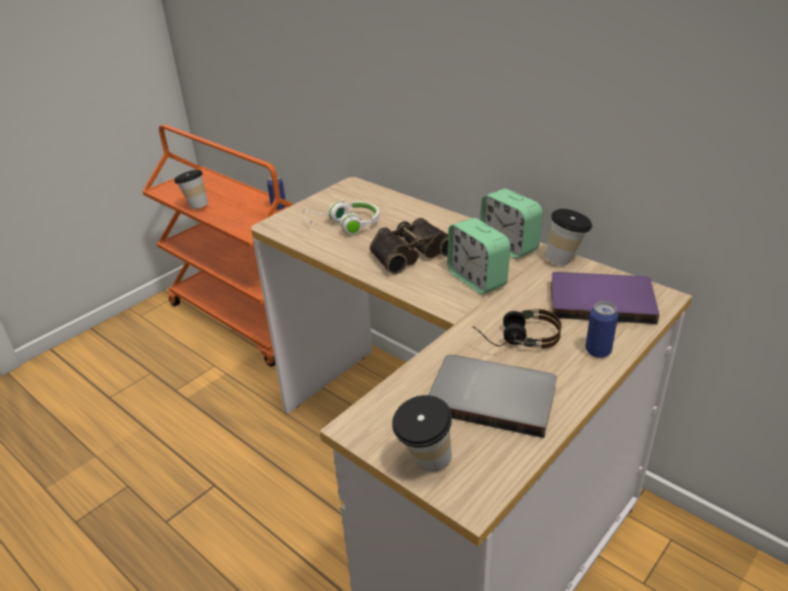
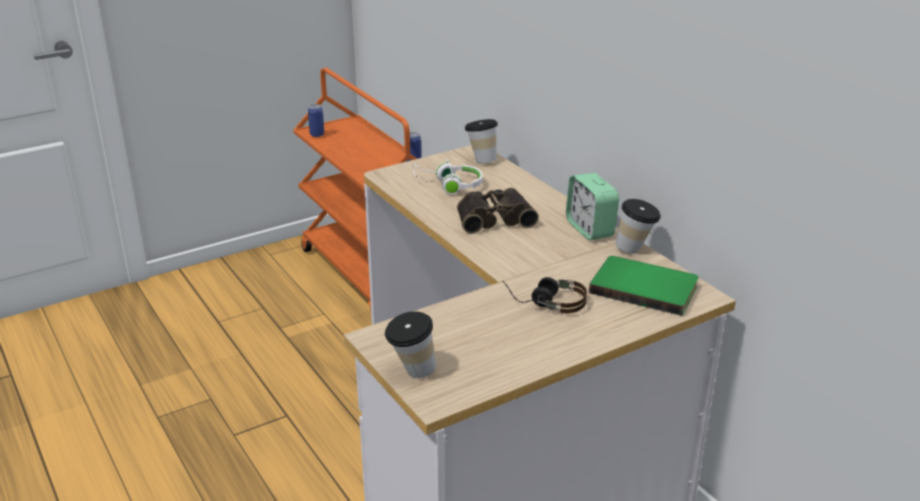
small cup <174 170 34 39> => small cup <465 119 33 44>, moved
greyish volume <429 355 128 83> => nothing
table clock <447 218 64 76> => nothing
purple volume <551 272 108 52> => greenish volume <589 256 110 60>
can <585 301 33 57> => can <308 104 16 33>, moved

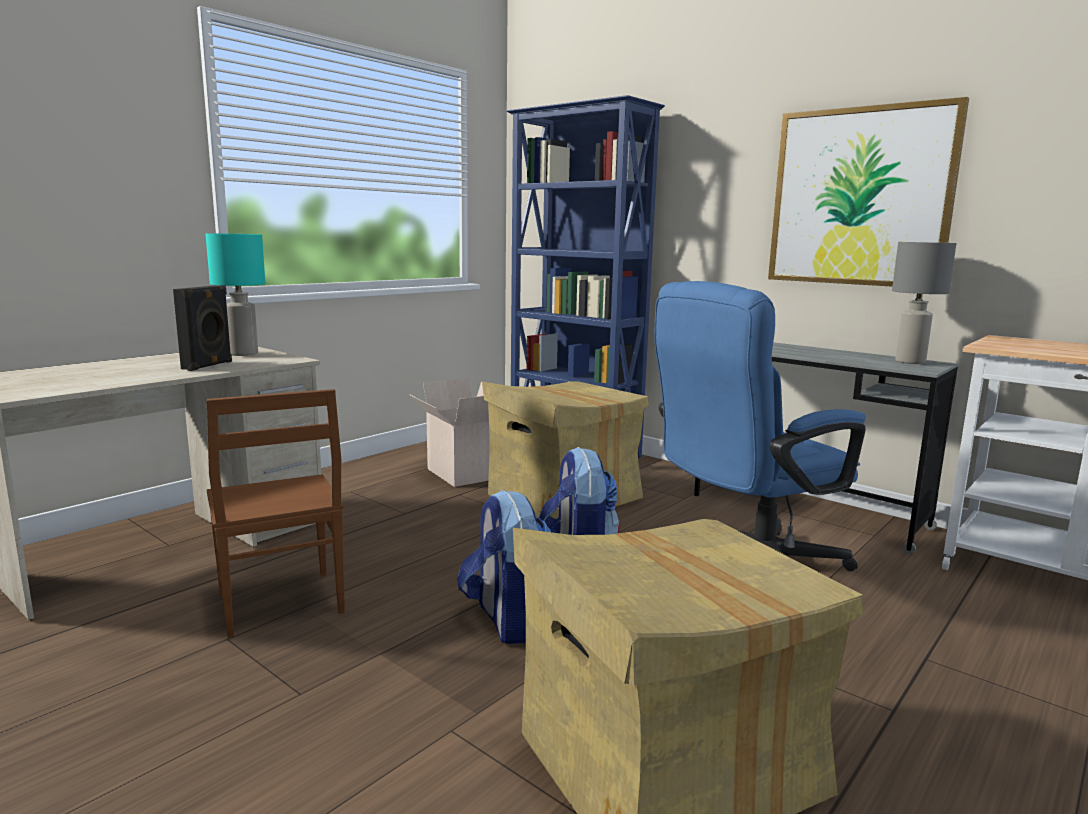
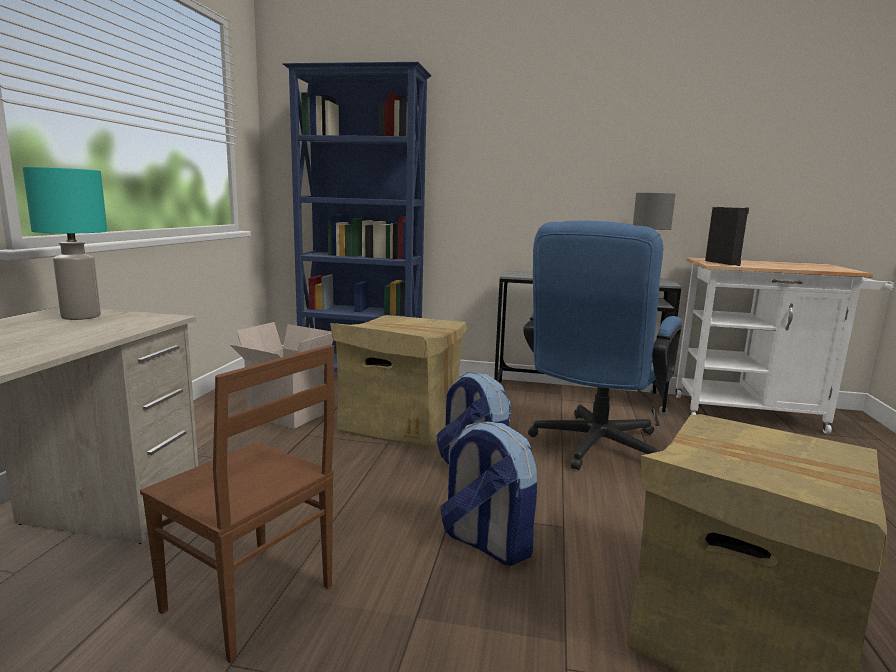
black speaker <173 285 59 86> => black speaker <705 207 44 59>, moved
wall art <768 97 201 190> => nothing

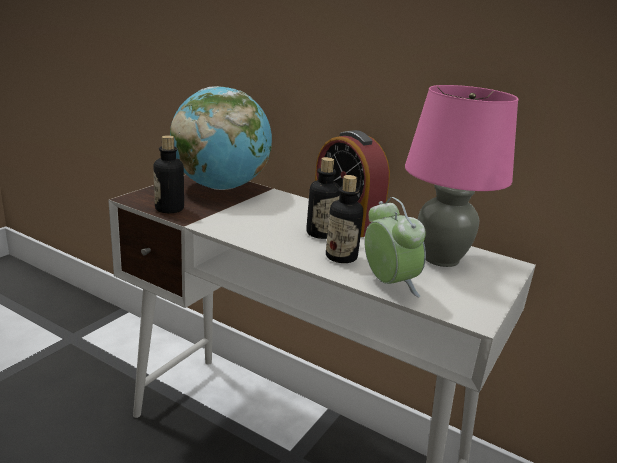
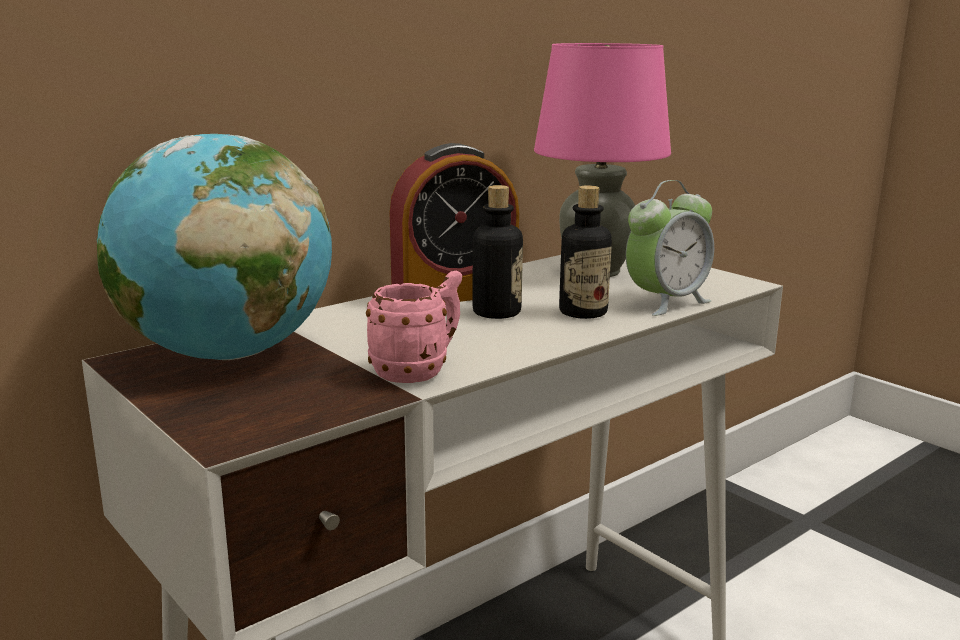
beverage bottle <153 135 31 78> => nothing
table clock <365 197 61 100> => table clock <626 180 88 136>, 150 degrees clockwise
nothing => pinkish tea mug <366 271 96 112>

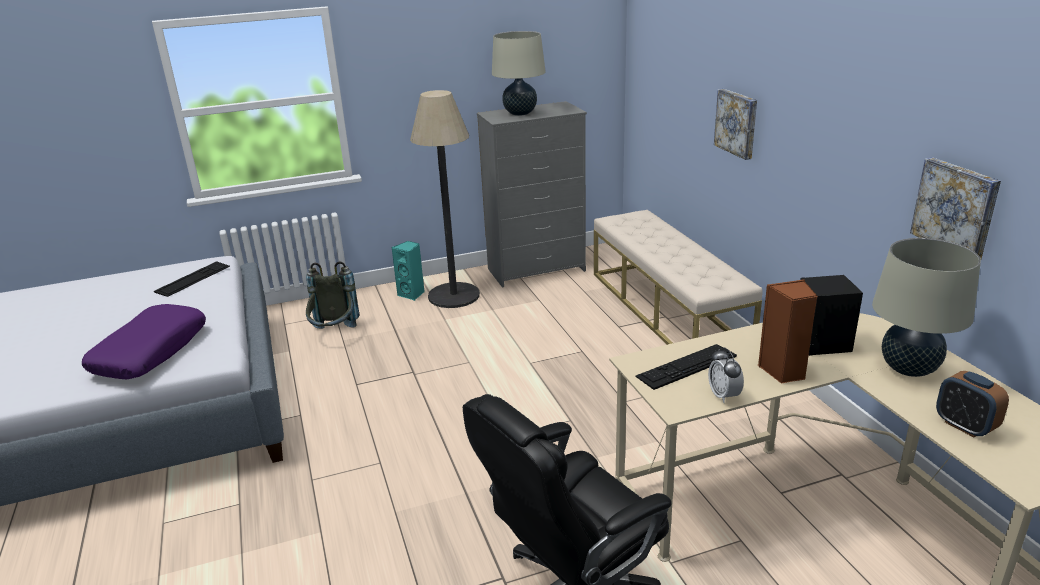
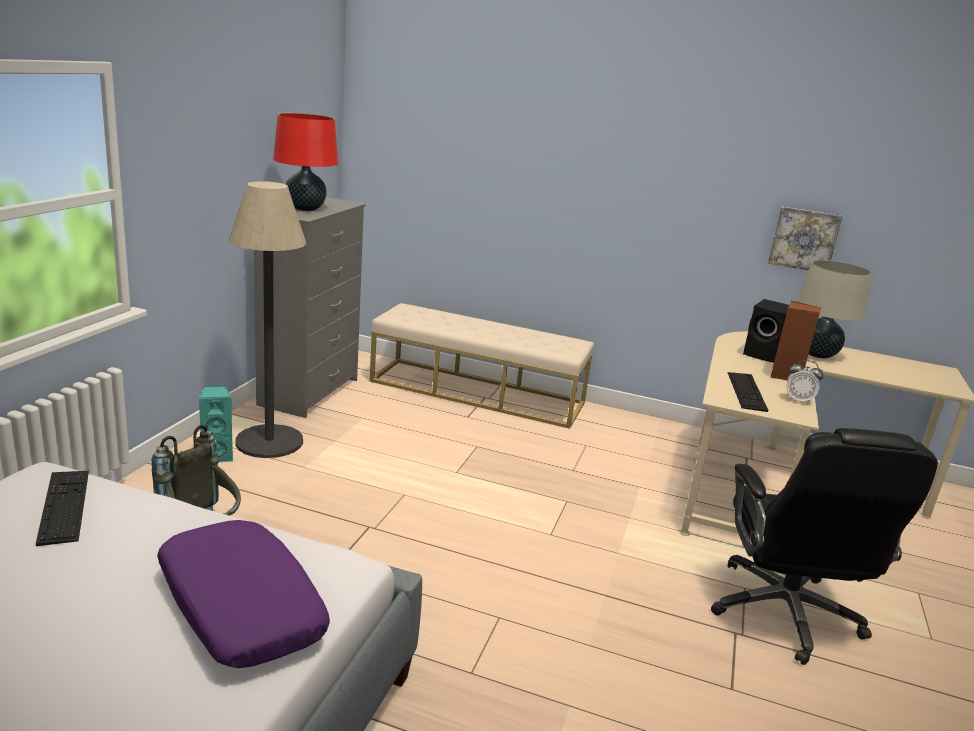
beige table lamp <492 31 54 85> => reddish table lamp <273 113 65 98>
wall art <714 89 43 71> => nothing
table clock <936 371 73 66> => nothing

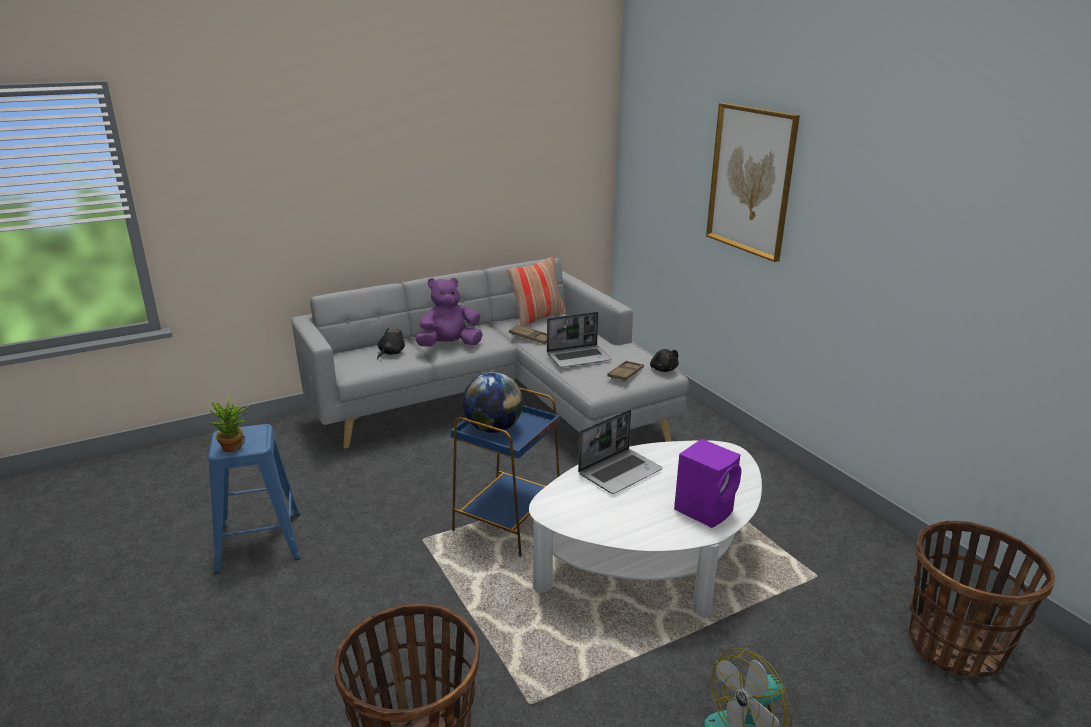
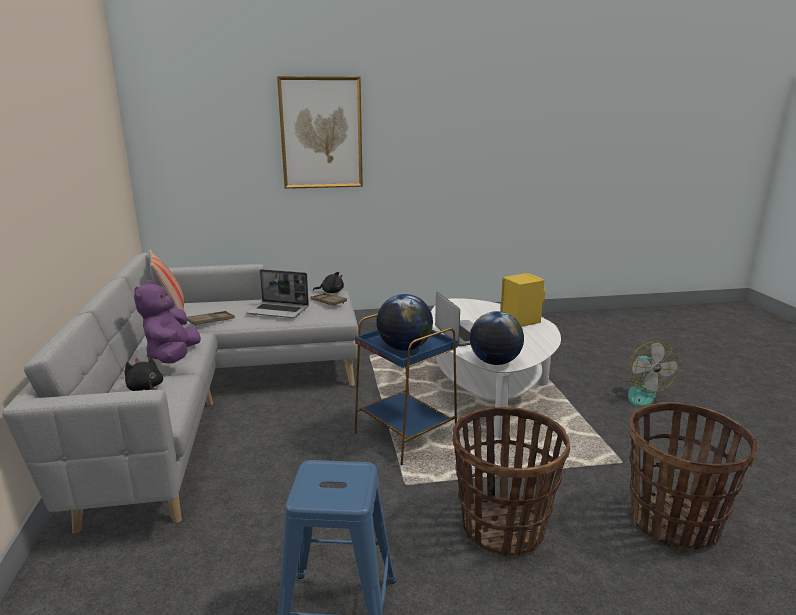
houseplant <209 395 41 57> => nothing
portable computer <547 312 65 56> => portable computer <246 269 63 49>, 105 degrees clockwise
purple speaker <674 439 67 89> => yellow-coloured speaker <500 273 45 54>
storage basket <909 521 146 157> => storage basket <453 407 117 150>, moved
nothing => globe <470 311 54 54>

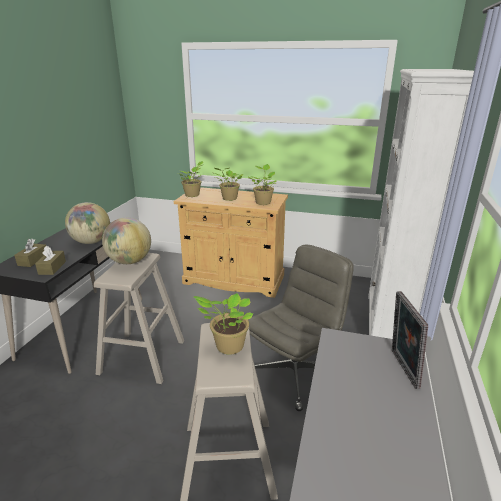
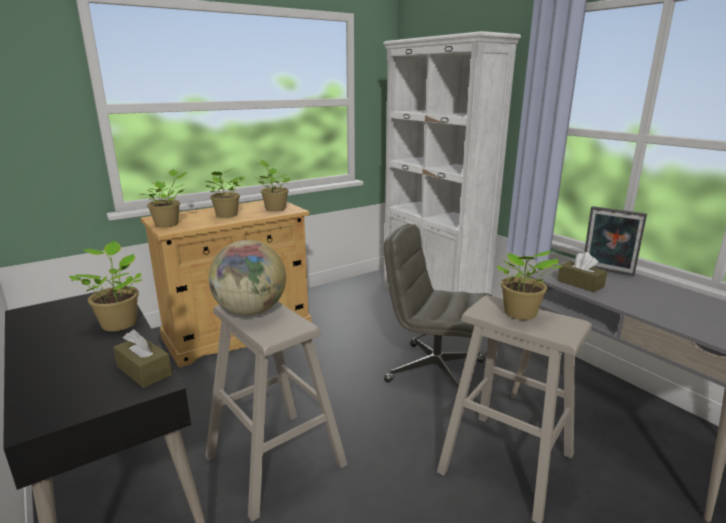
brown-coloured box of tissues <14 239 32 28> => brown-coloured box of tissues <557 252 50 40>, moved
globe <65 202 45 42> => houseplant <69 241 73 90>
greyish desk chair <248 245 106 166> => greyish desk chair <384 224 108 175>, 60 degrees counterclockwise

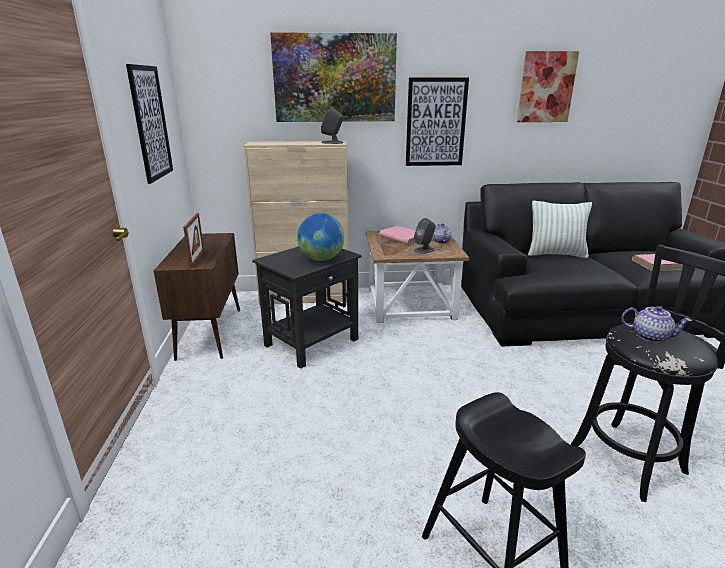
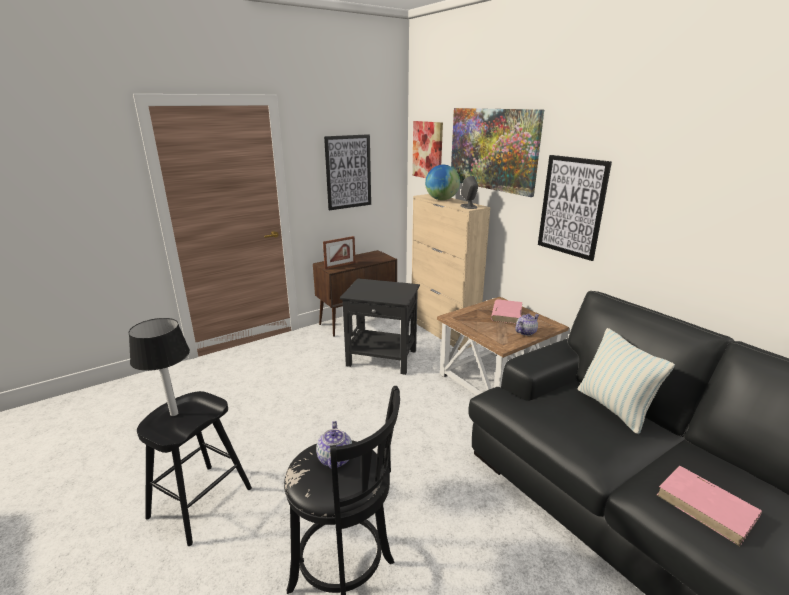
globe <297 213 48 48> => globe <425 165 35 35>, moved
greyish speaker <414 218 22 36> => nothing
wall art <517 51 62 71> => wall art <412 121 31 57>, moved
nothing => table lamp <129 318 61 98>

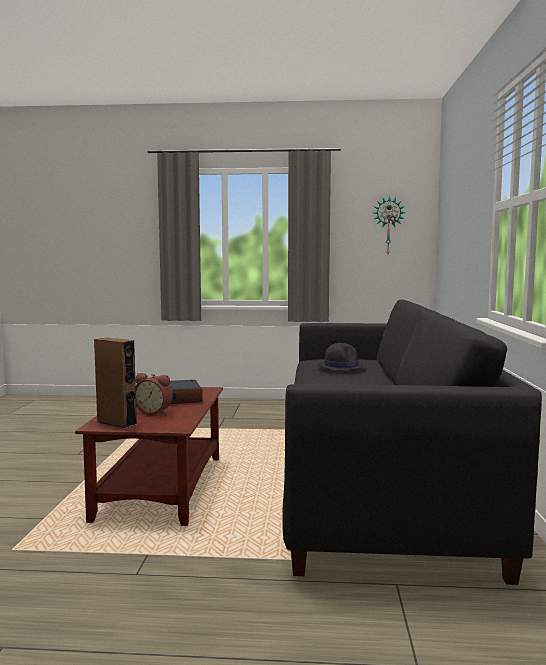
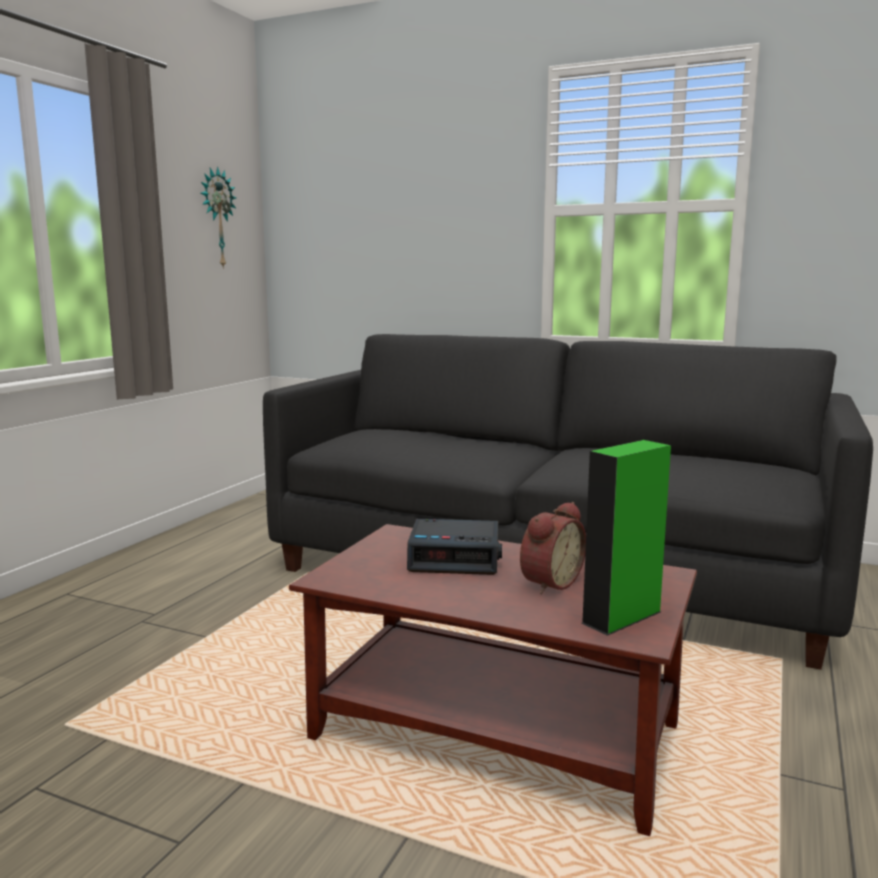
brown-coloured speaker <94 338 43 90> => greenish speaker <581 440 90 196>
black clothing hat <318 343 47 28> => nothing

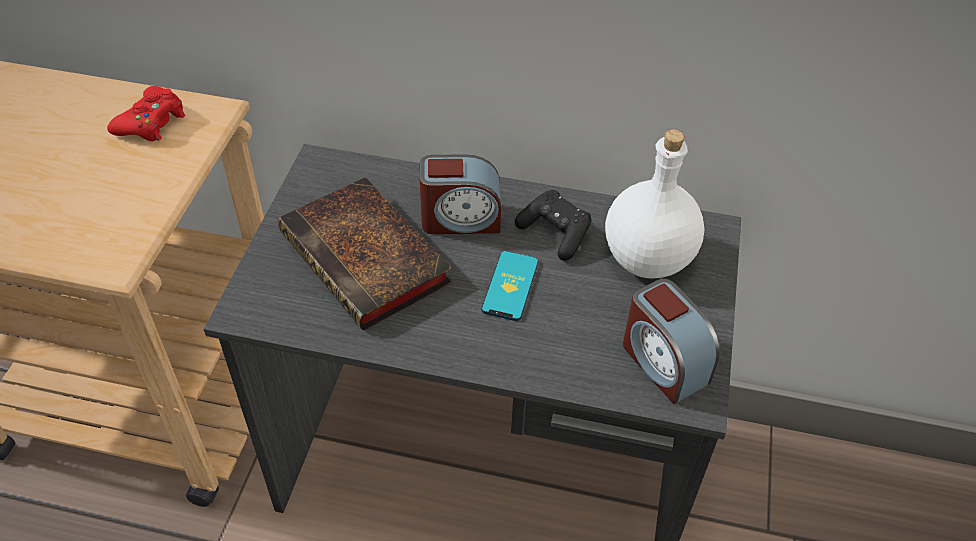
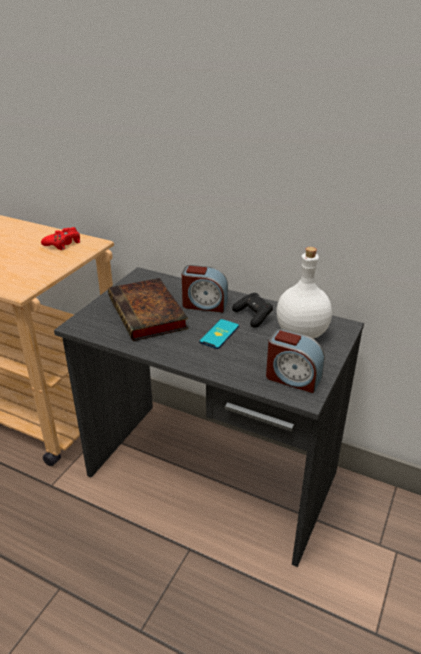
table clock <623 279 97 125> => table clock <266 329 59 64>, 45 degrees counterclockwise

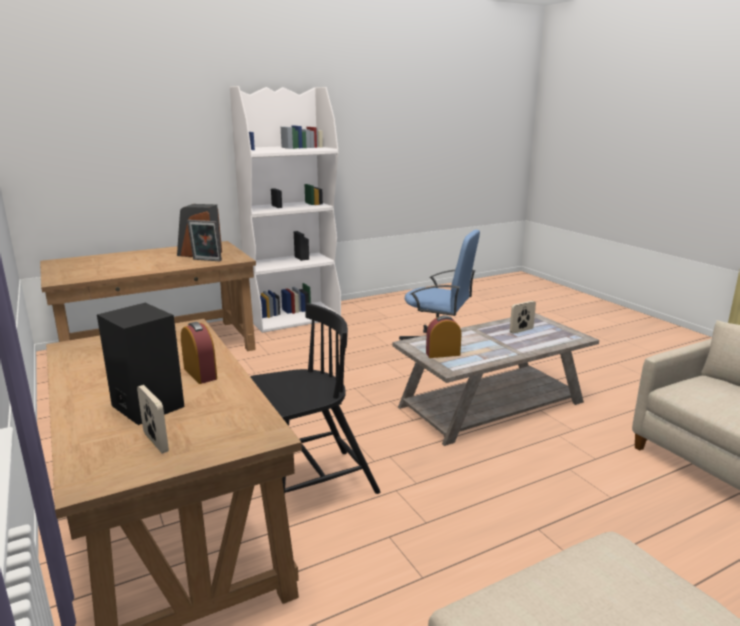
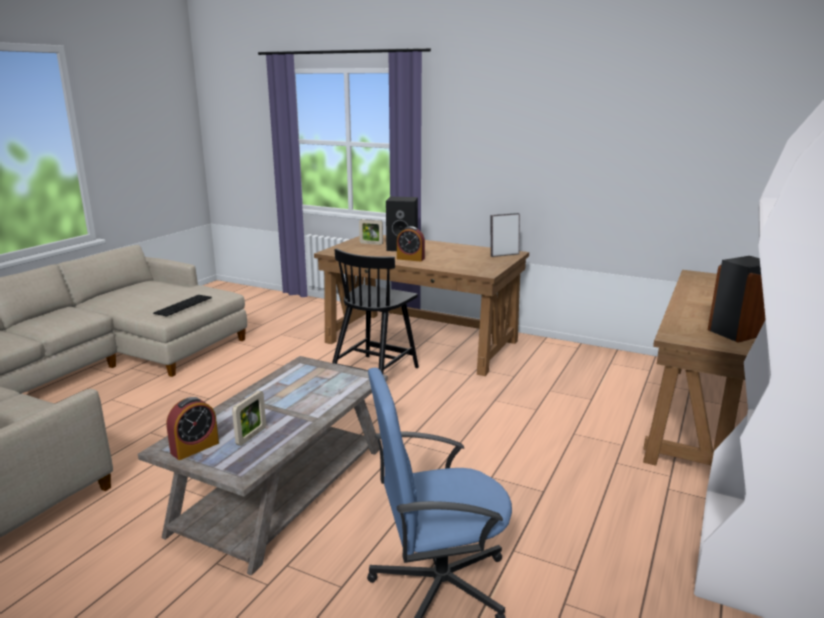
photo frame <187 220 35 41> => photo frame <491 213 29 44>, moved
table clock <426 315 35 43> => table clock <166 397 53 63>, moved
nothing => computer keyboard <153 295 59 22>

